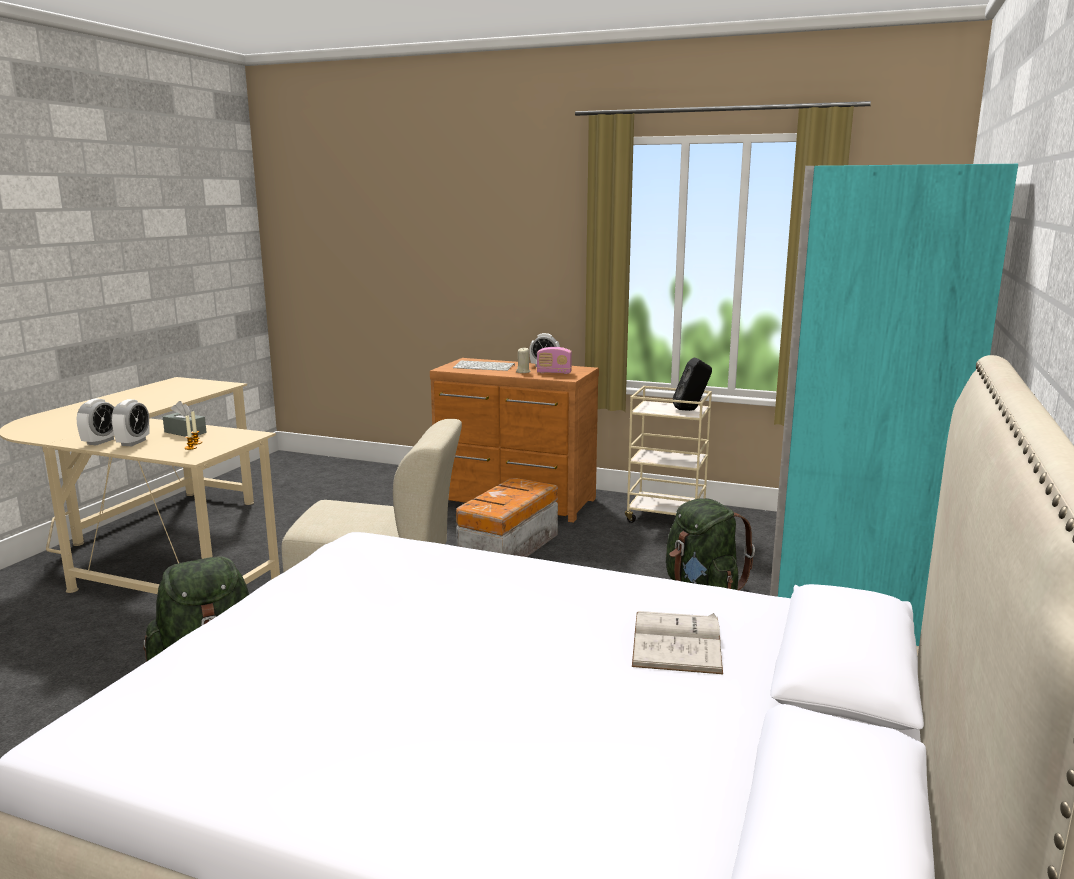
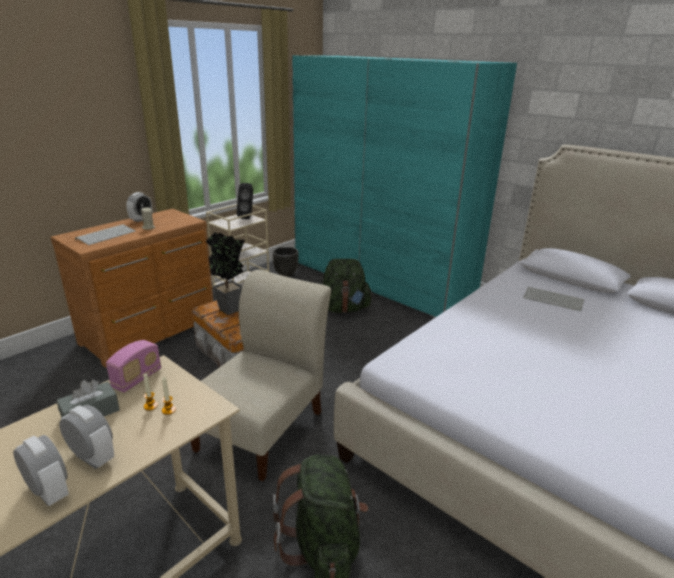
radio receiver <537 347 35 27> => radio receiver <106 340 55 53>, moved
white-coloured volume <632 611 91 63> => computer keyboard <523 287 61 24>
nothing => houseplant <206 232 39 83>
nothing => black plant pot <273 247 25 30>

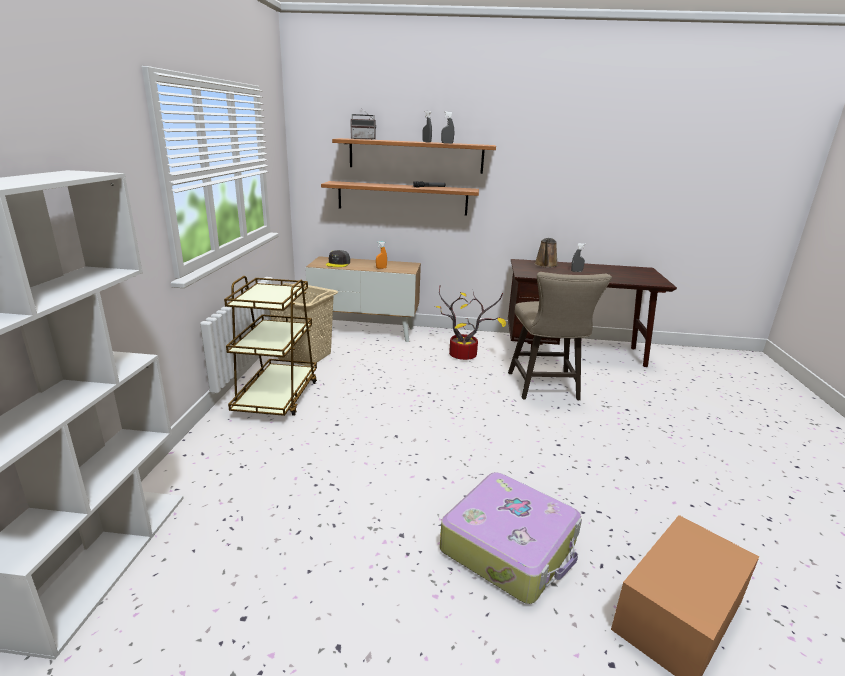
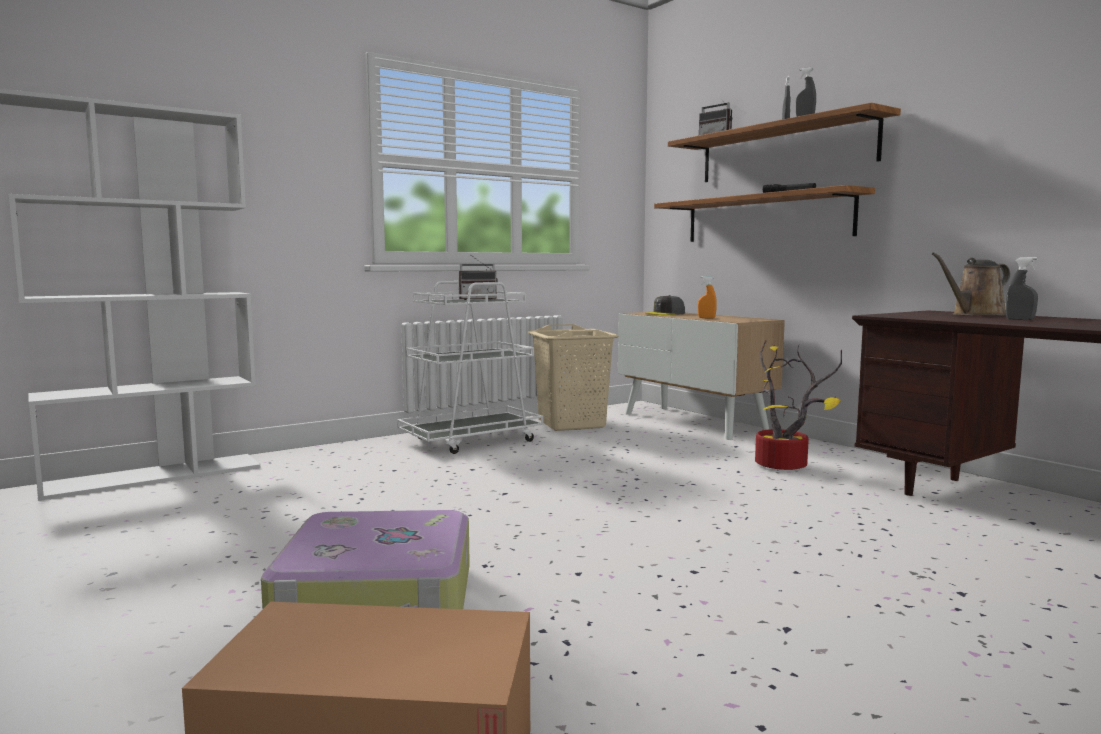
brown-coloured cart <224 276 93 140> => white-coloured cart <397 281 146 173>
beige sitting stool <508 272 104 128> => nothing
nothing => radio receiver <458 256 40 44>

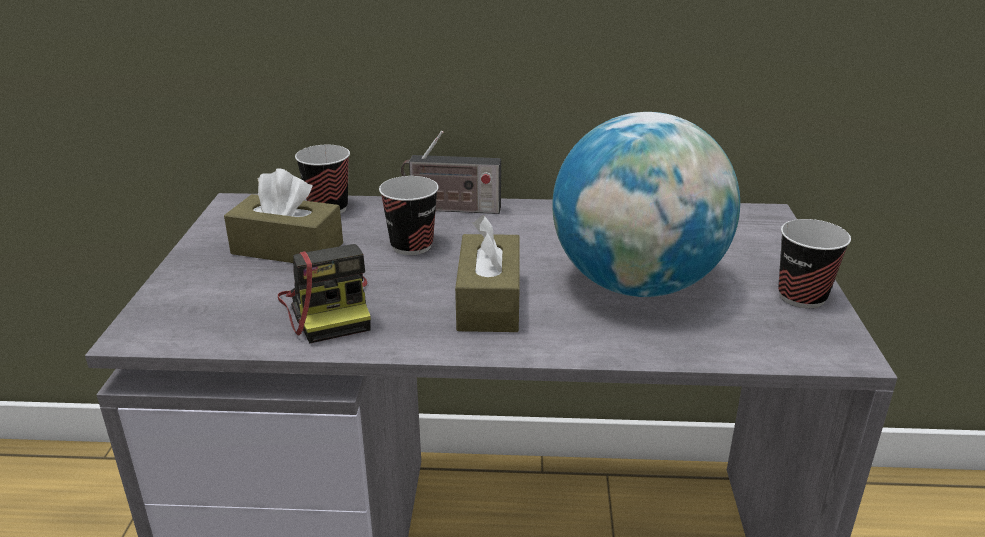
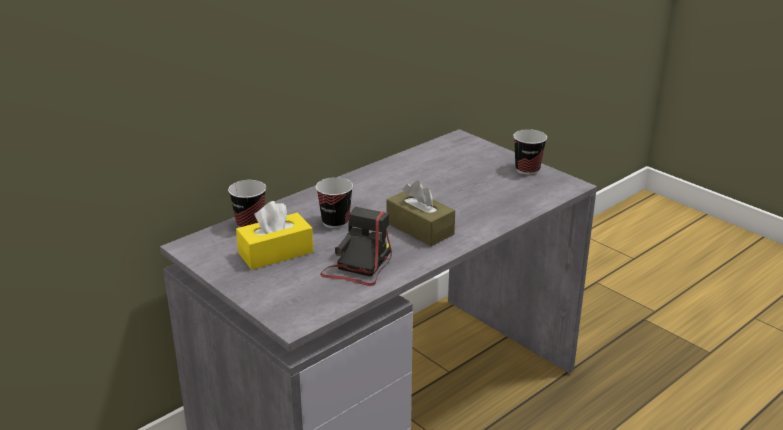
brown-coloured box of tissues <224 168 119 95> => yellow-coloured box of tissues <236 201 77 69>
photo camera <278 244 93 99> => photo camera <320 207 72 79>, 90 degrees counterclockwise
radio receiver <401 131 100 83> => nothing
globe <552 112 188 185> => nothing

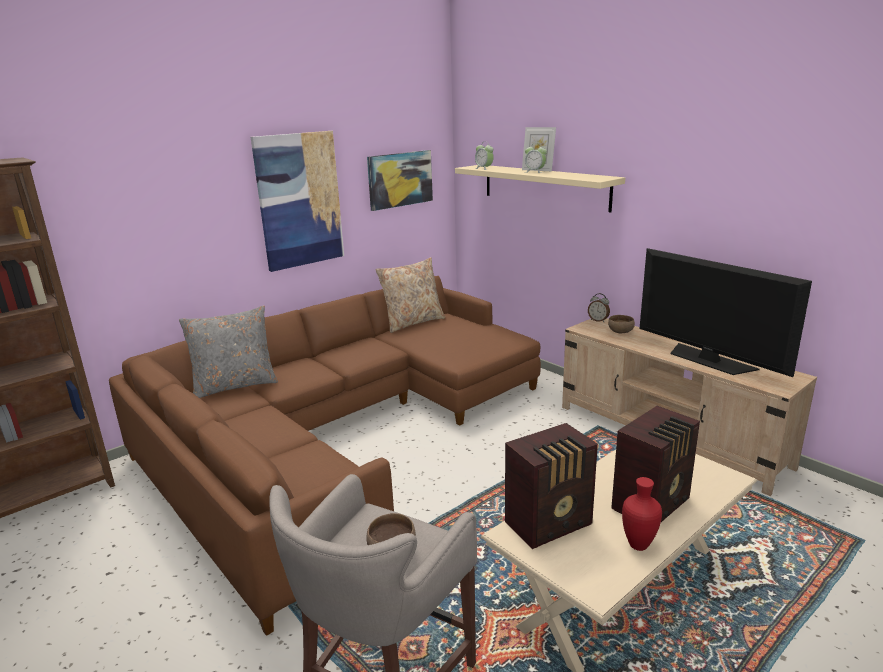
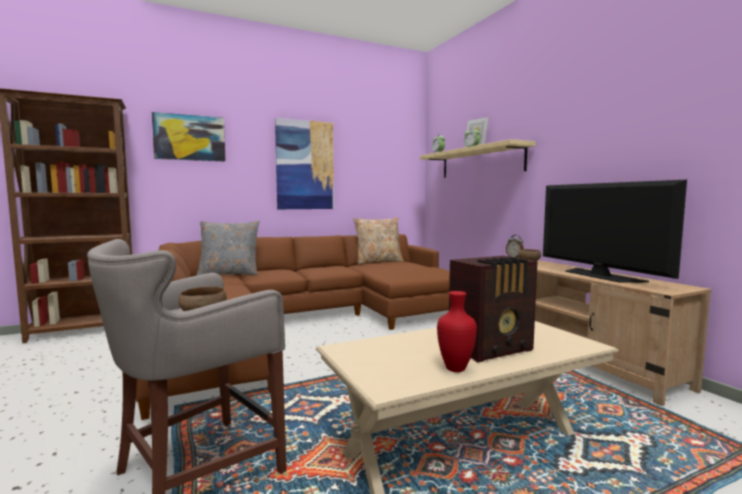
wall art <367 150 66 61> => wall art <151 112 75 50>, moved
radio receiver <505 423 93 126> => nothing

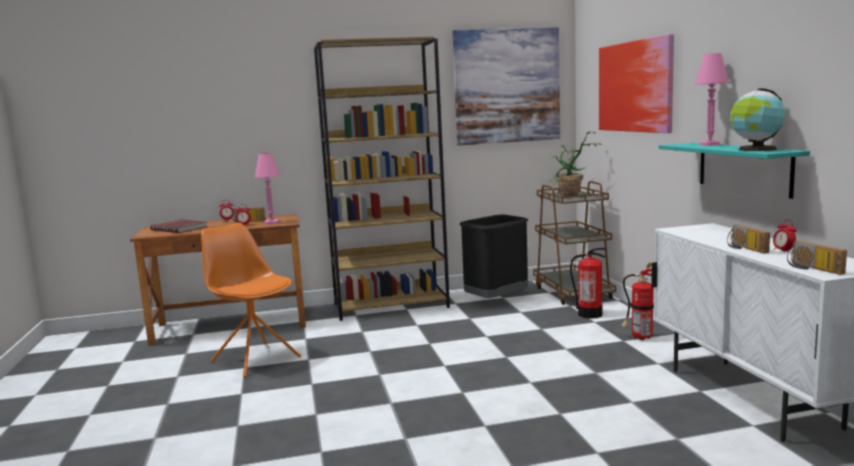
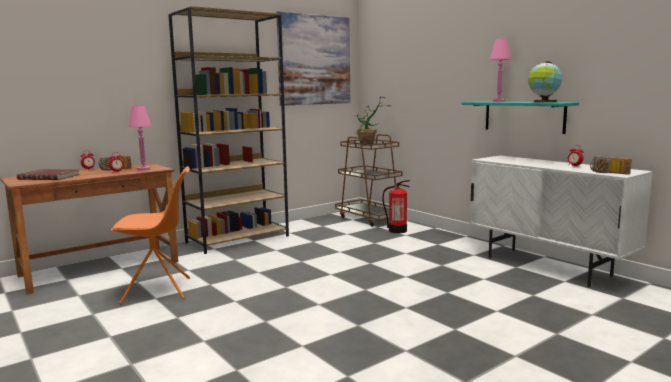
orangey upright chair <201 223 100 155> => orangey upright chair <110 166 80 139>, 150 degrees clockwise
black trash can <460 214 68 84> => nothing
wall art <599 34 75 99> => nothing
fire extinguisher <621 263 33 77> => nothing
radio receiver <727 224 43 30> => nothing

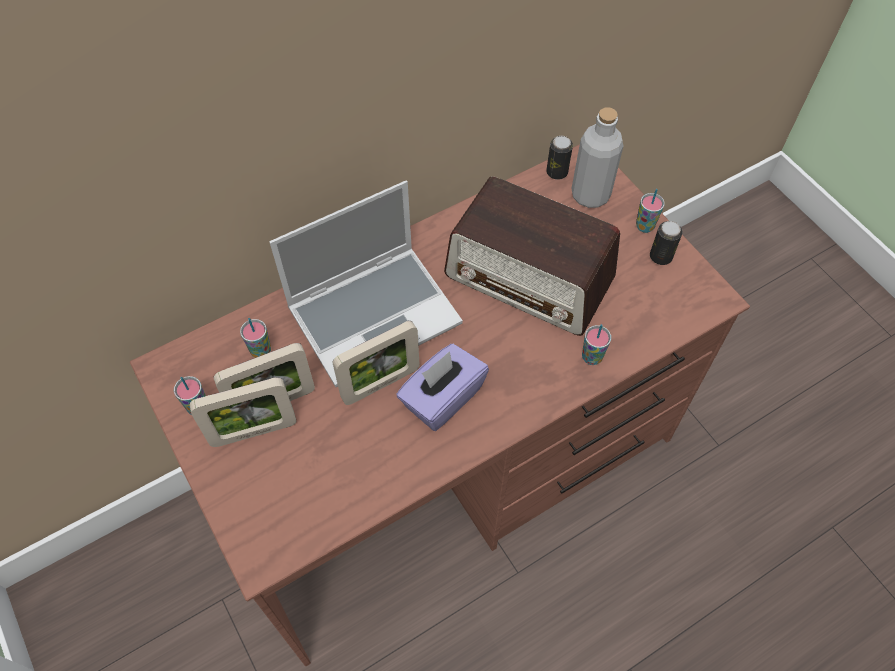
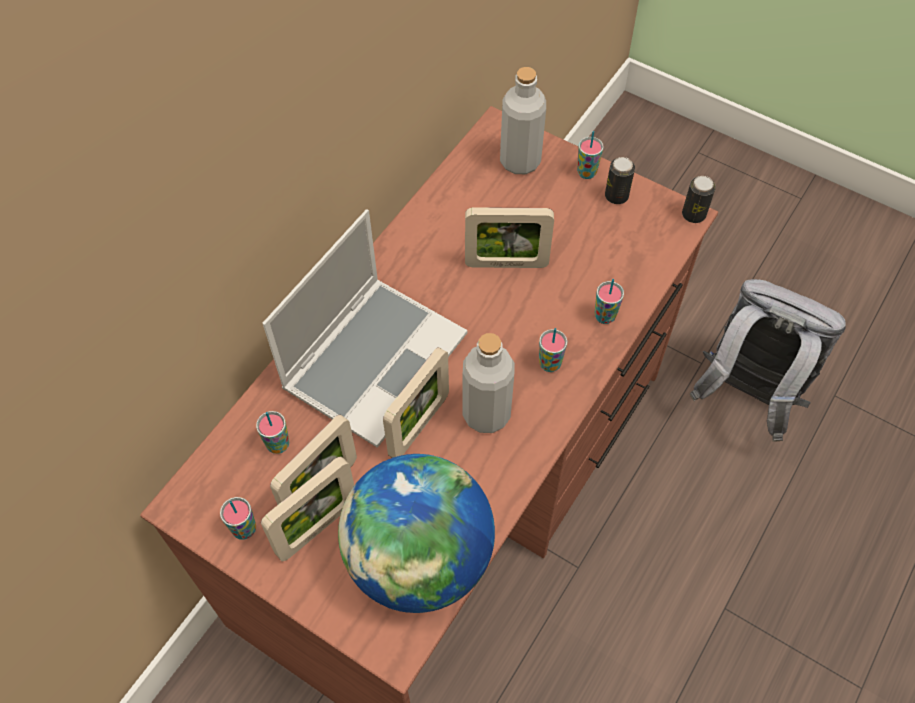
purple box of tissues <396 344 93 87> => greyish beverage bottle <463 333 52 100>
radio receiver <444 176 176 160> => photo frame <465 207 89 61>
can <546 136 27 44> => can <682 176 34 47>, moved
nothing => globe <338 454 157 159>
nothing => small cup <539 328 28 44>
nothing => greyish backpack <690 279 156 163>

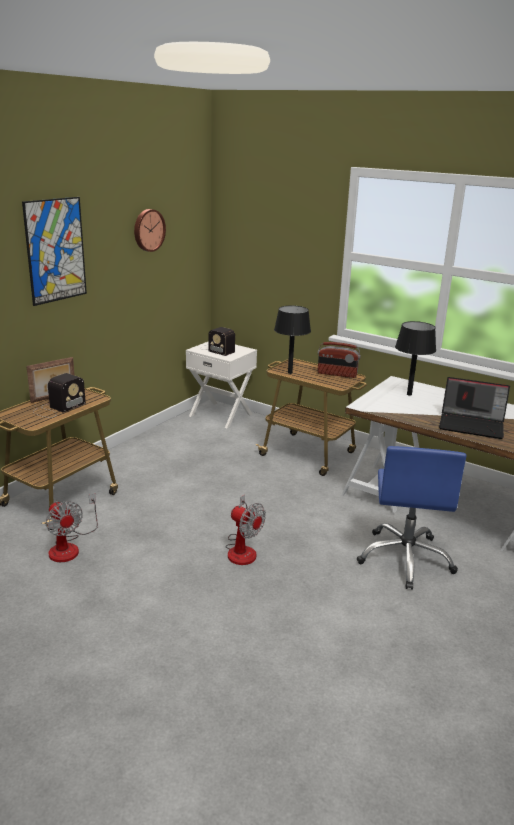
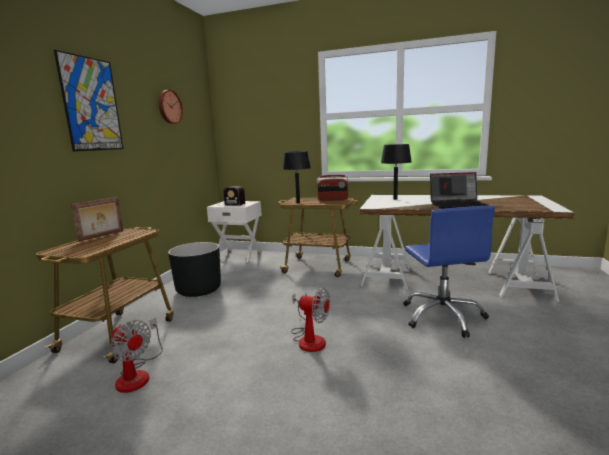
radio receiver <33 373 53 45> => nothing
nothing => black plant pot <168 242 53 55>

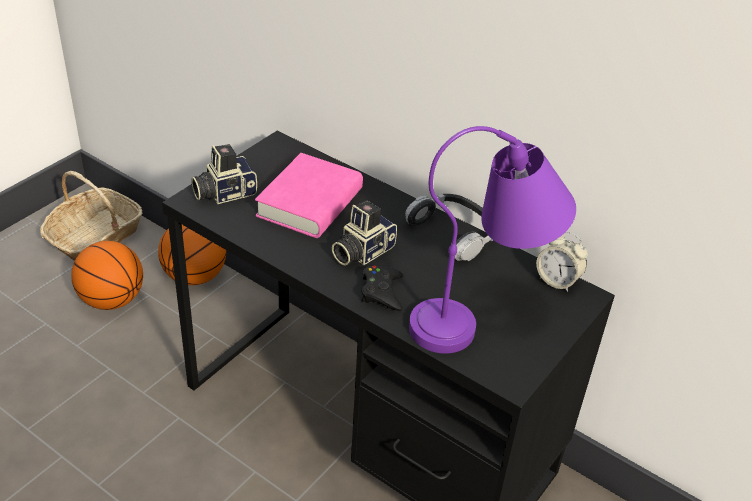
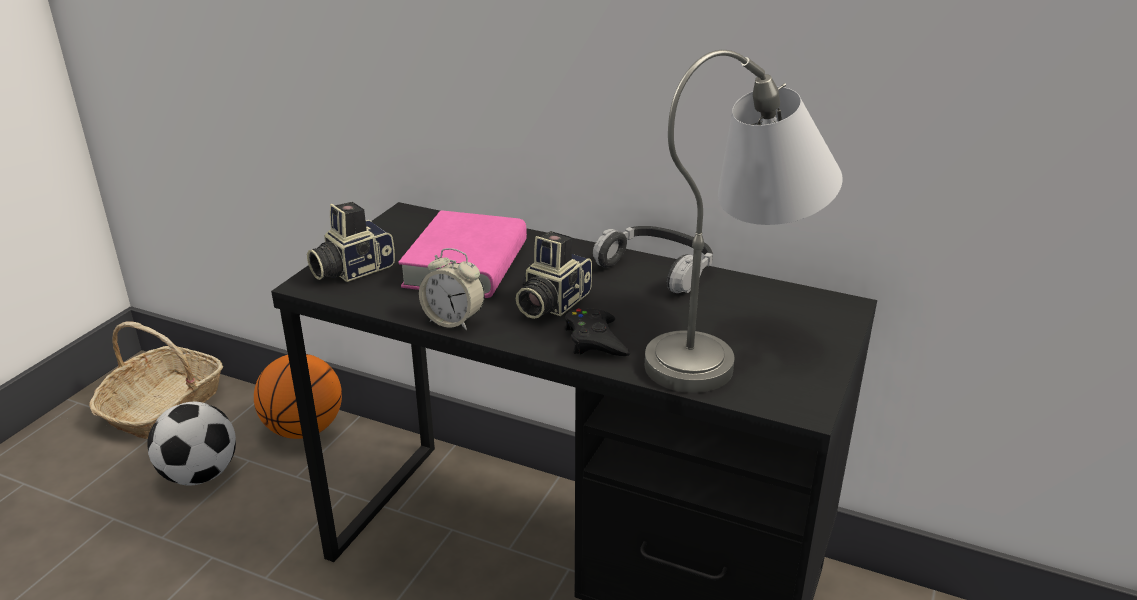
ball for basketball <71 241 72 69> => football ball <147 402 89 84>
purple table lamp <409 126 167 228> => greyish table lamp <645 50 198 343>
table clock <536 231 52 61> => table clock <419 248 66 82>, moved

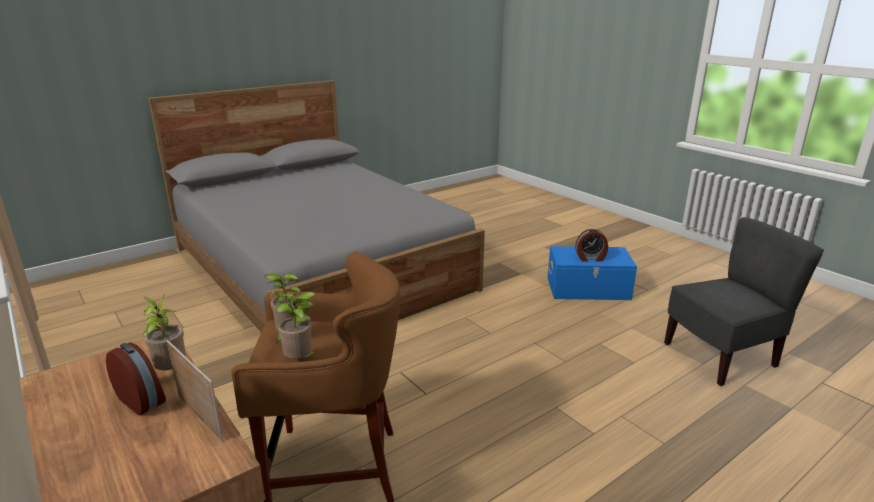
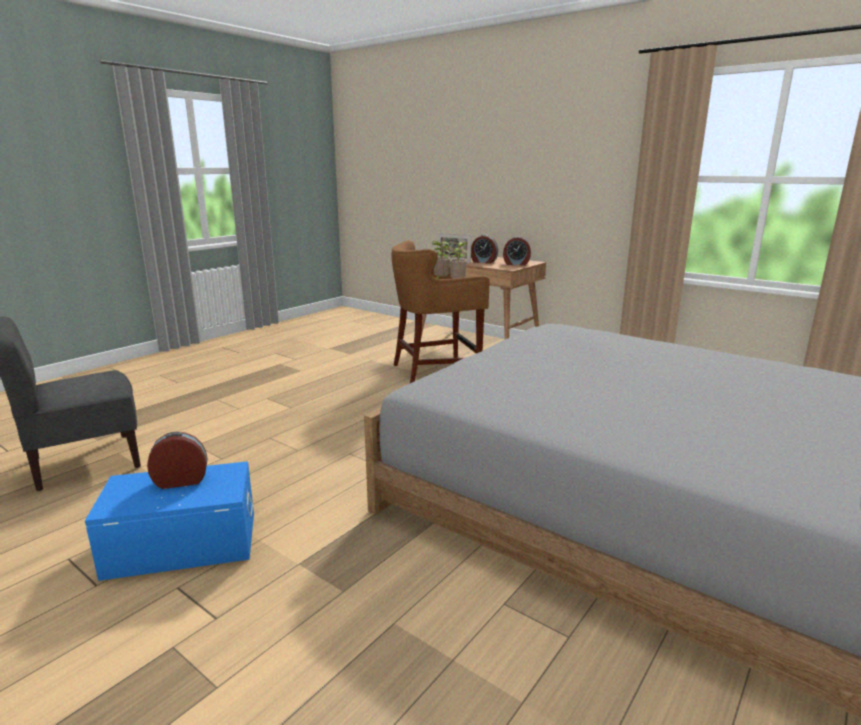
houseplant <142 295 44 75> => nothing
nothing => table clock <503 236 28 30>

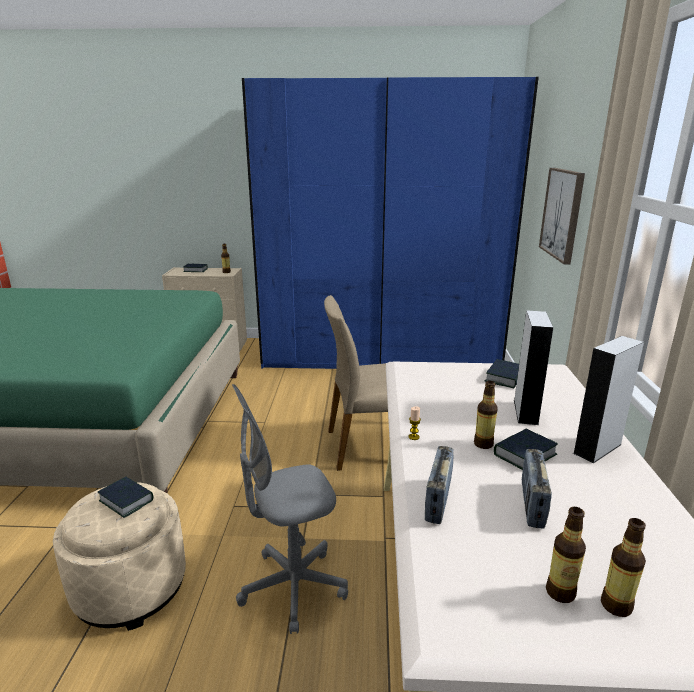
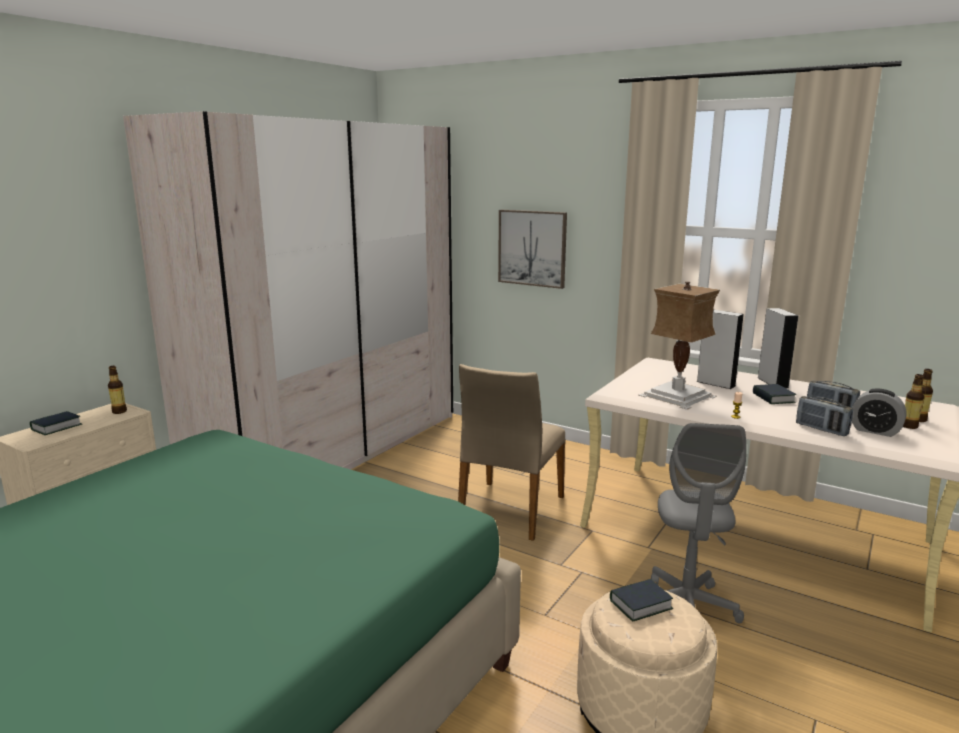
blue wardrobe <242 77 297 292> => beige wardrobe <123 111 330 359>
beverage bottle <474 381 24 68> => nothing
volume <485 359 34 29> => nothing
nothing => table lamp <638 281 82 129>
nothing => table clock <852 389 54 48>

